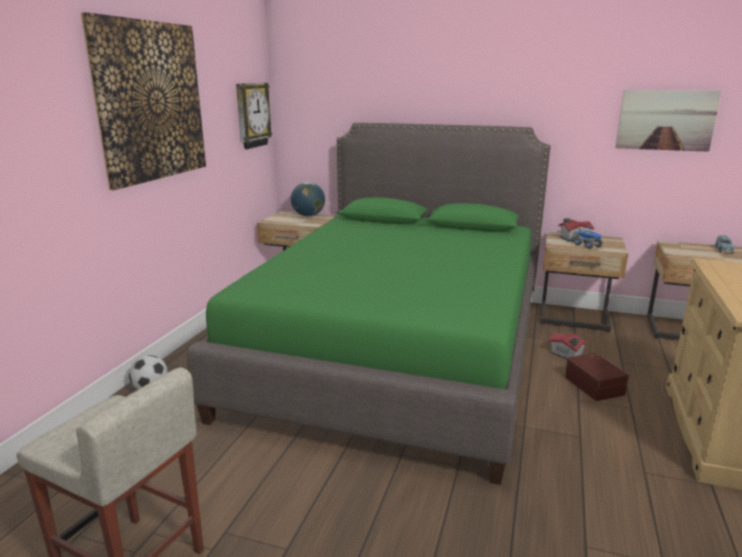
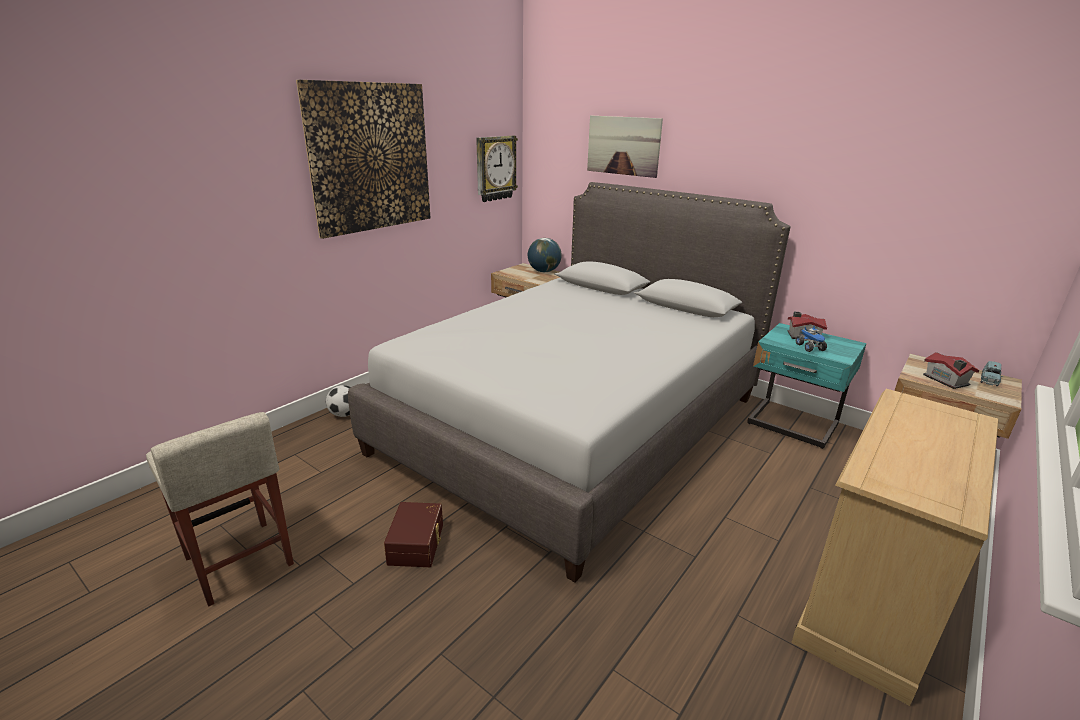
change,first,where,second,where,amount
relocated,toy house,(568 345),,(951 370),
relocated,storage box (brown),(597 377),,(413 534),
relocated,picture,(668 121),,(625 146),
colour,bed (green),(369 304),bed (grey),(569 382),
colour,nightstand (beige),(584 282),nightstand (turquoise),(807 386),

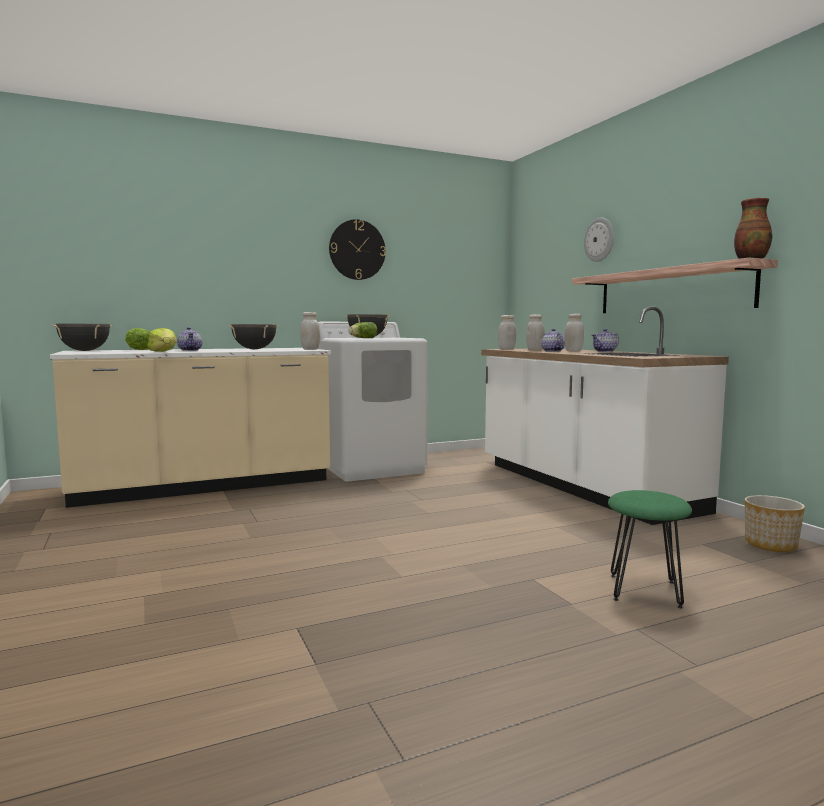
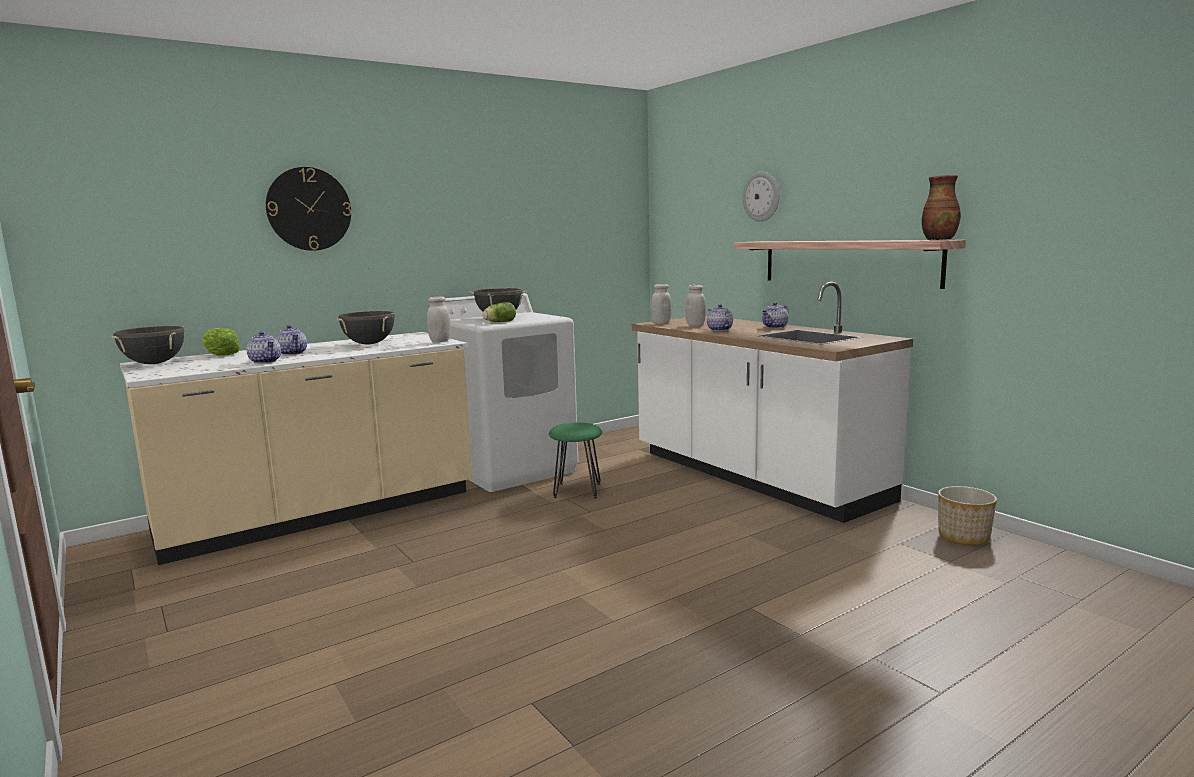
change,first,where,second,where,amount
missing,jar (white),(574 332),,,
relocated,wall clock,(357 249),,(308 209),
relocated,stool (green),(650 549),,(575 460),
exchanged,lettuce,(162 340),teapot,(263 347),

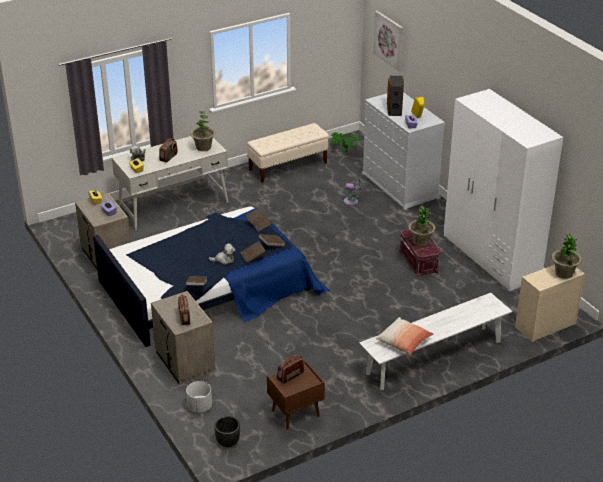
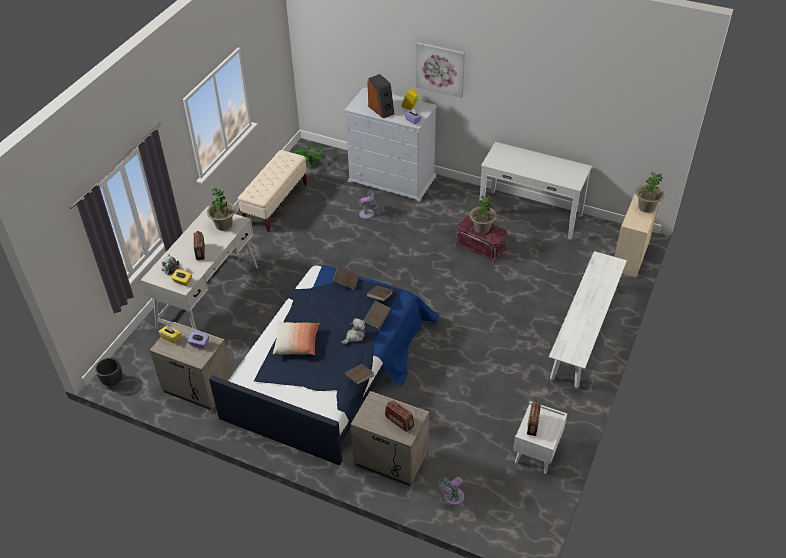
change,first,where,second,where,amount
relocated,planter (black),(227 431),,(108 372),
relocated,picture,(388 41),,(440 70),
relocated,pillow,(404 336),,(296 338),
exchanged,planter (white),(199 397),fan (grey),(451 491),
exchanged,wardrobe (white),(503 190),console table (white),(535 190),
colour,nightstand (brown),(296 395),nightstand (white),(540 437),

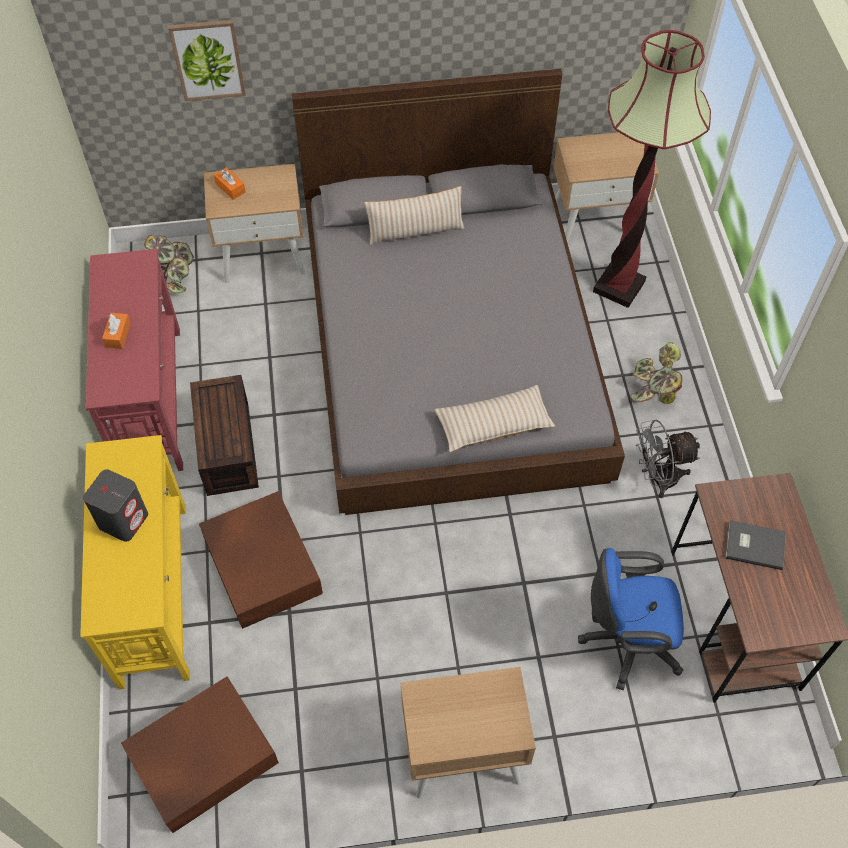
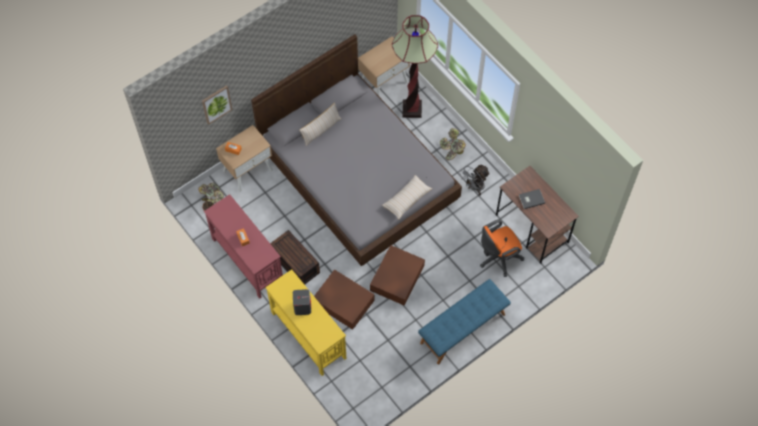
change,first,where,second,where,amount
relocated,storage box (brown),(200 754),,(397 275),
exchanged,nightstand (beige),(468 732),bench (blue),(464 321),
colour,office chair (blue),(631 619),office chair (orange),(502 248),

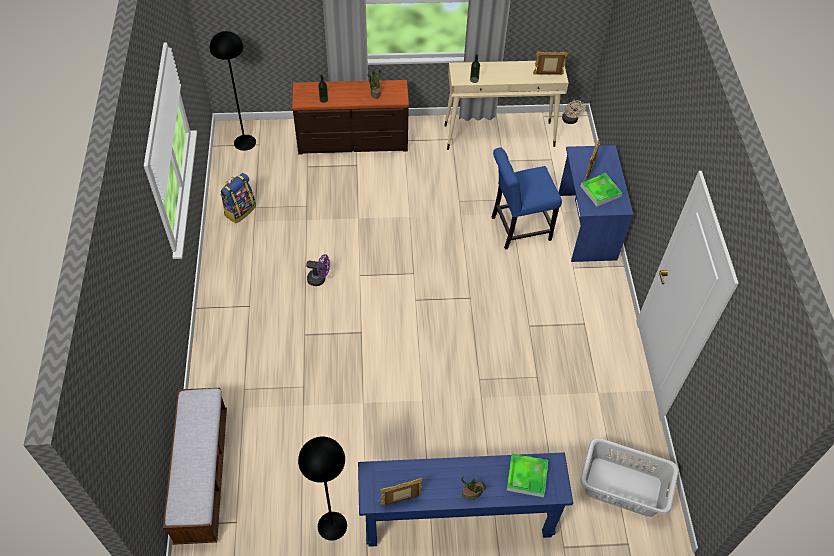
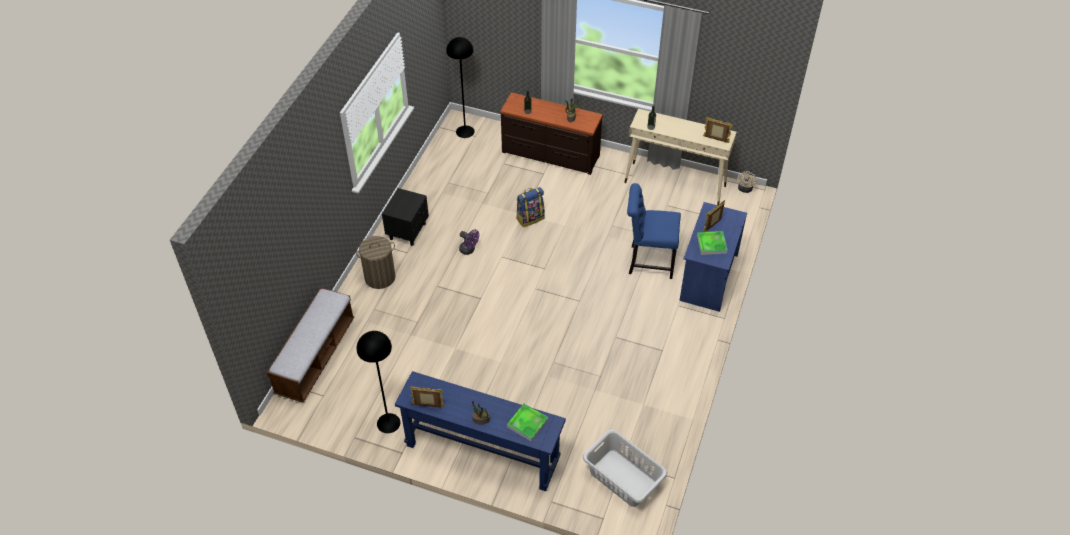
change,first,where,second,where,amount
appeared,,,laundry basket,(376 262),
appeared,,,nightstand (black),(405 217),
relocated,backpack,(238 198),,(530 207),

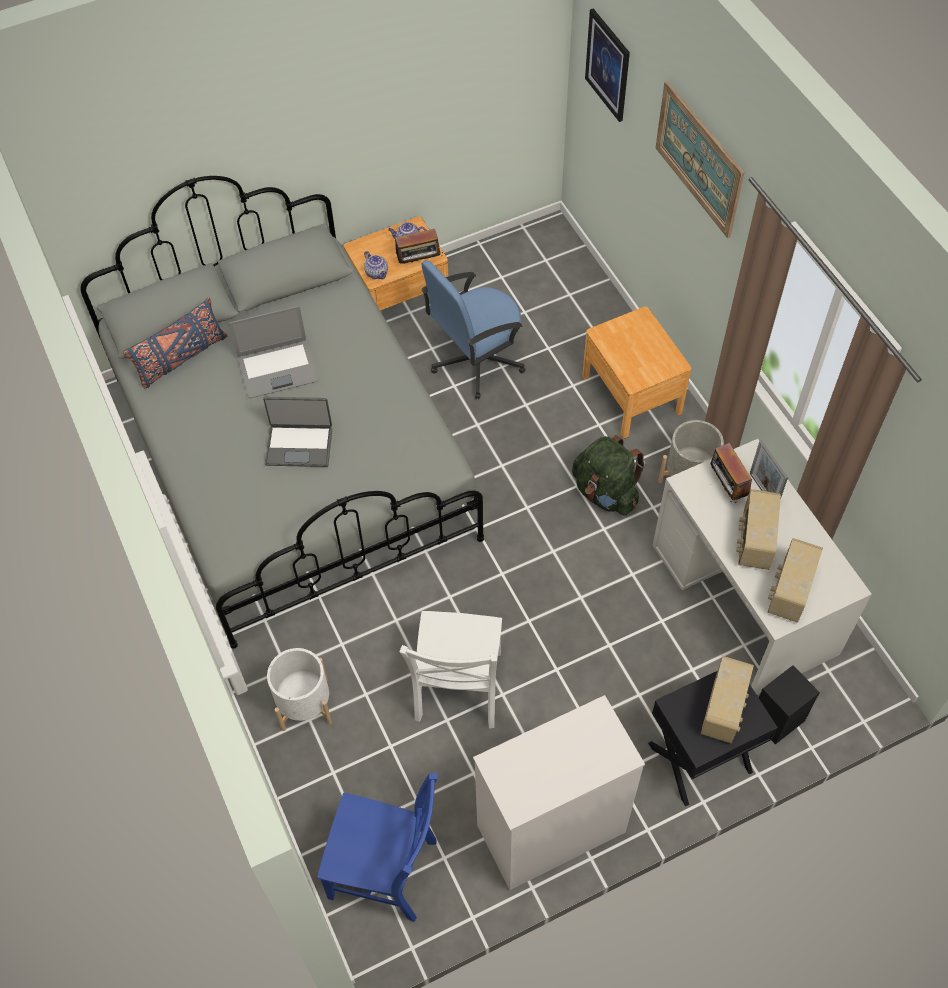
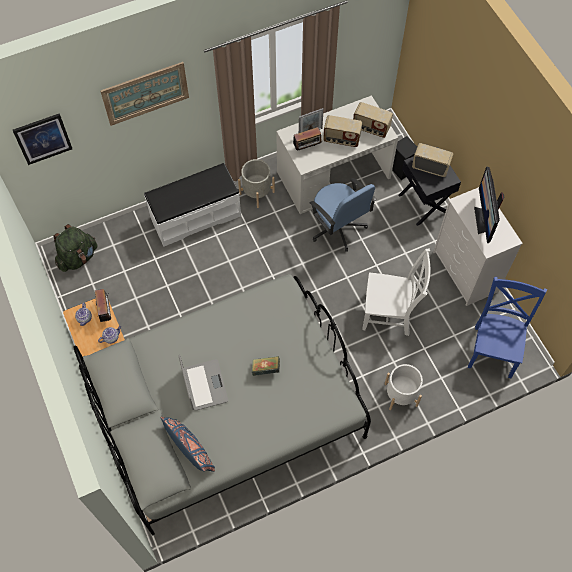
change,first,where,second,where,amount
appeared,,,monitor,(489 205),
relocated,office chair (blue),(473 329),,(343 215),
relocated,backpack (green),(608 475),,(75 248),
exchanged,laptop,(297 432),book,(266 366),
exchanged,nightstand (brown),(636 372),bench (white),(192 205),

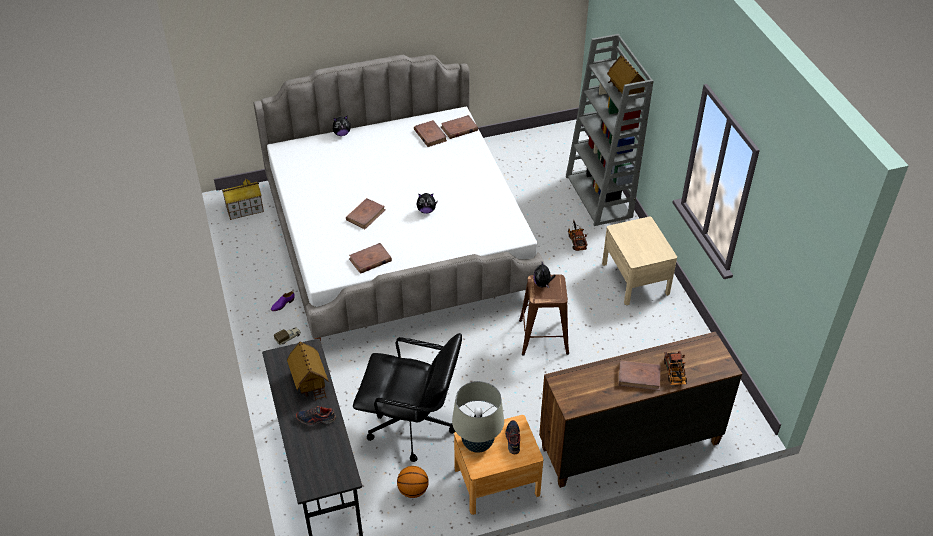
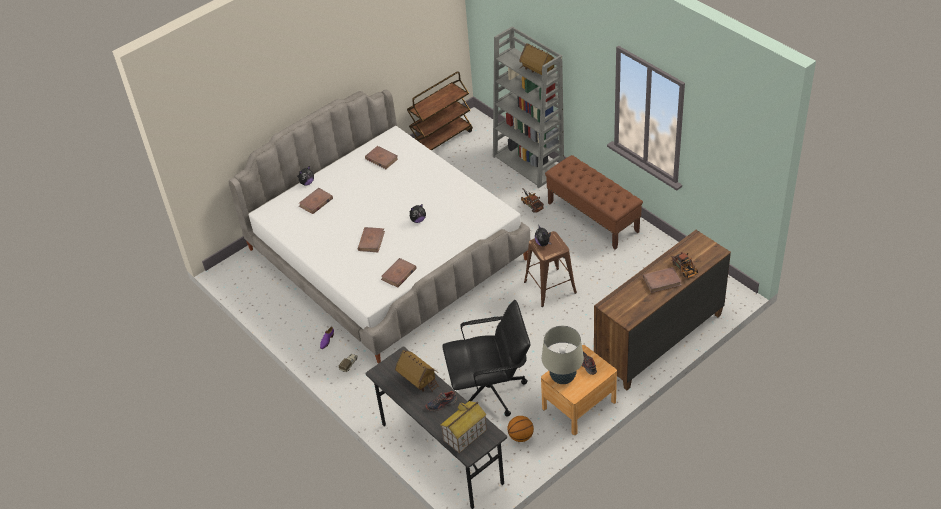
change,first,where,second,where,amount
appeared,,,cart (brown),(440 111),
relocated,toy house,(243 199),,(464 427),
relocated,book (brown),(459 127),,(316 201),
exchanged,nightstand (beige),(639 260),bench (brown),(594 202),

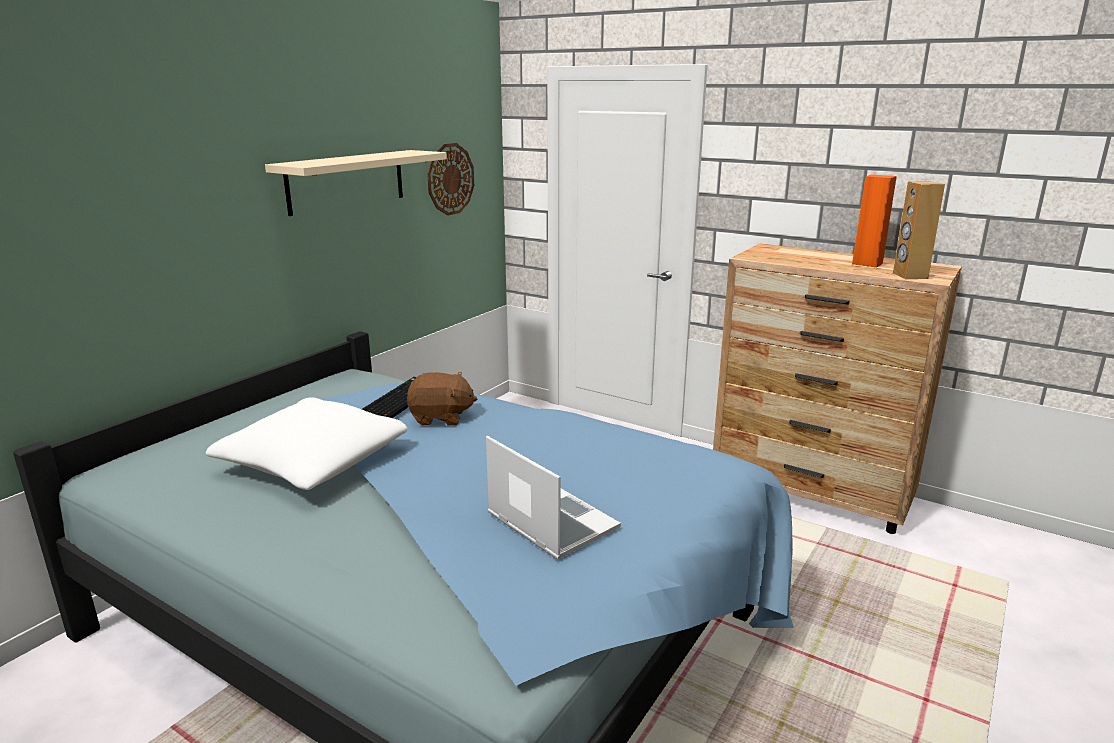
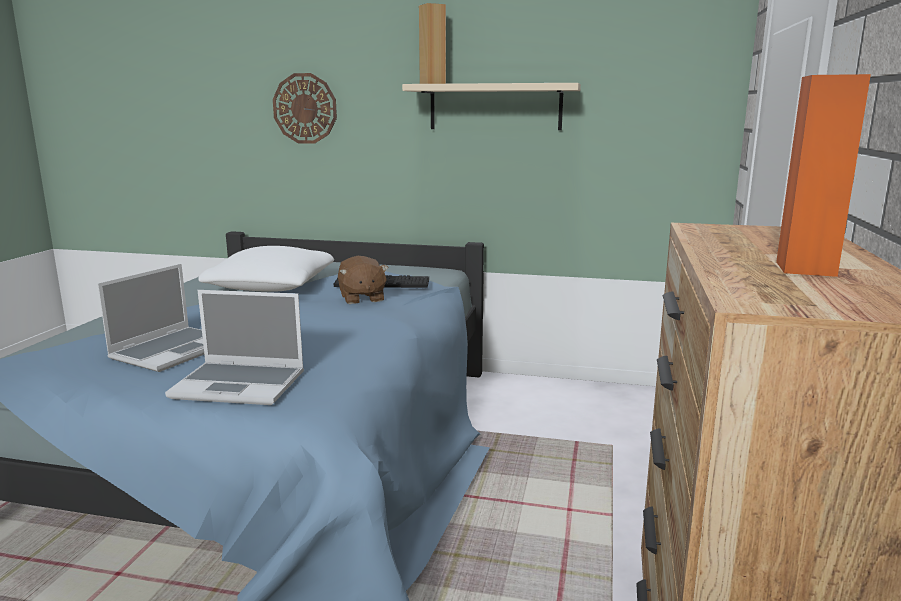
change,first,where,second,where,amount
appeared,,,laptop,(234 347),
relocated,wall clock,(450 179),,(305 108),
relocated,speaker (brown),(919 230),,(432 43),

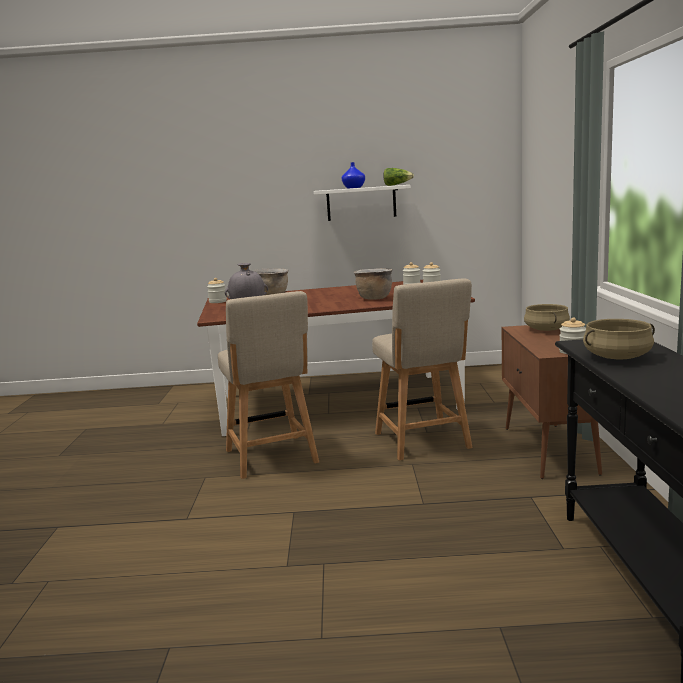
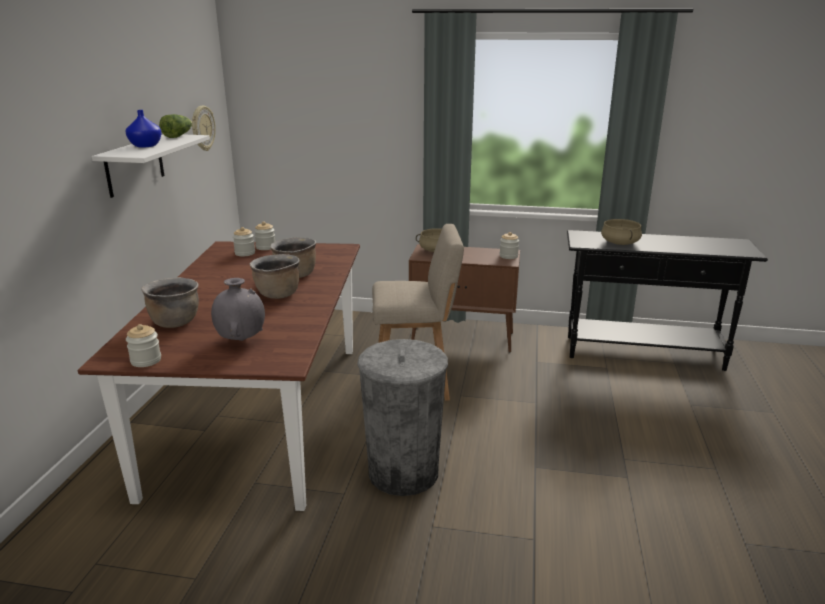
change,first,where,second,where,amount
appeared,,,wall clock,(204 128),
appeared,,,cooking pot (brown),(274 276),
exchanged,chair (beige),(268 385),trash can (grey),(402 417),

